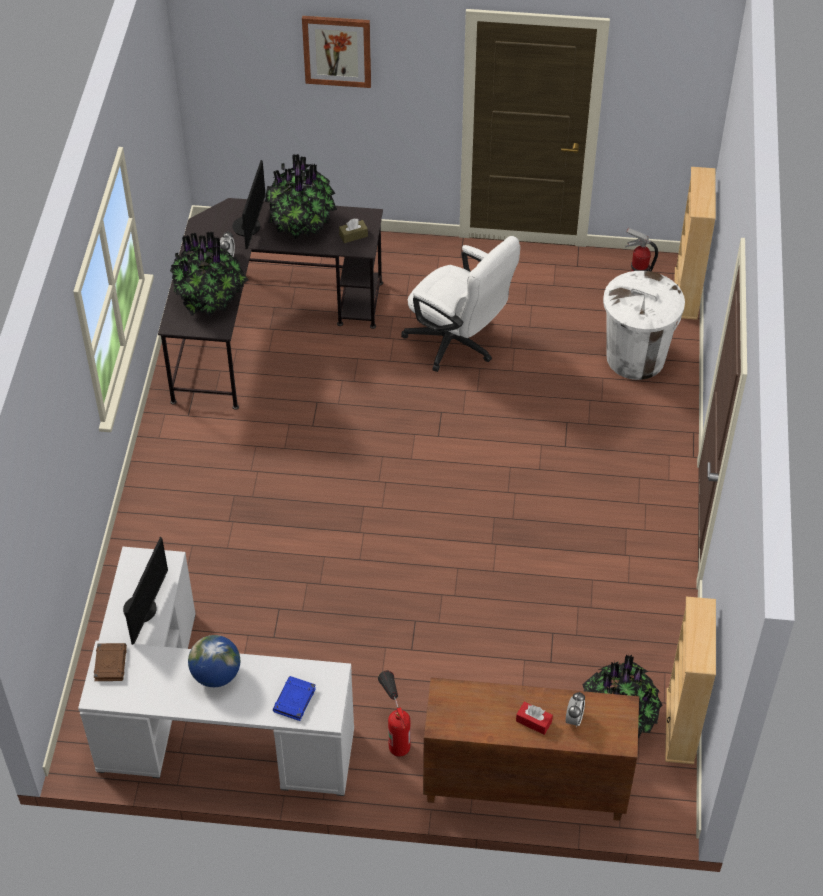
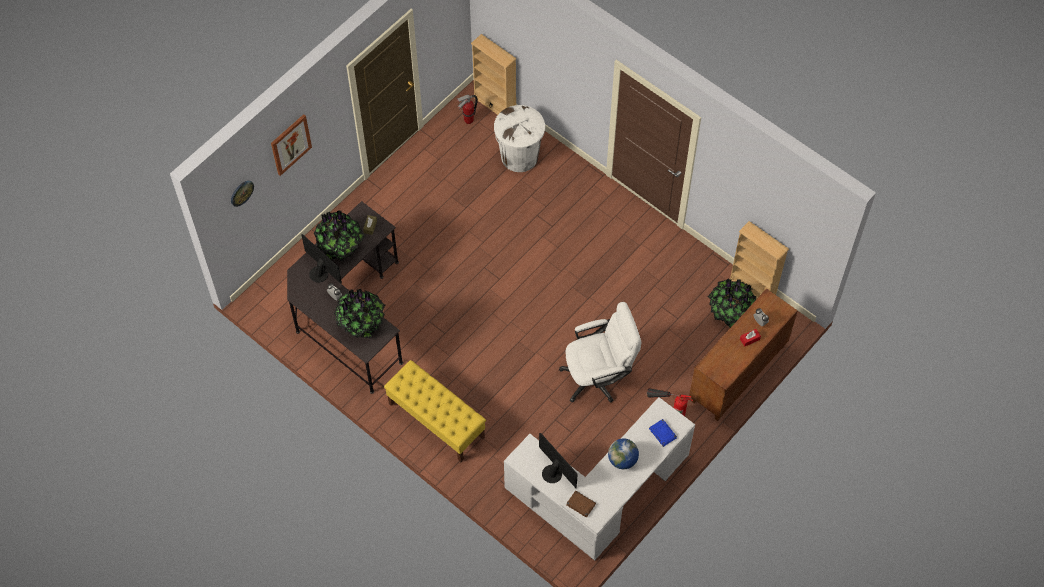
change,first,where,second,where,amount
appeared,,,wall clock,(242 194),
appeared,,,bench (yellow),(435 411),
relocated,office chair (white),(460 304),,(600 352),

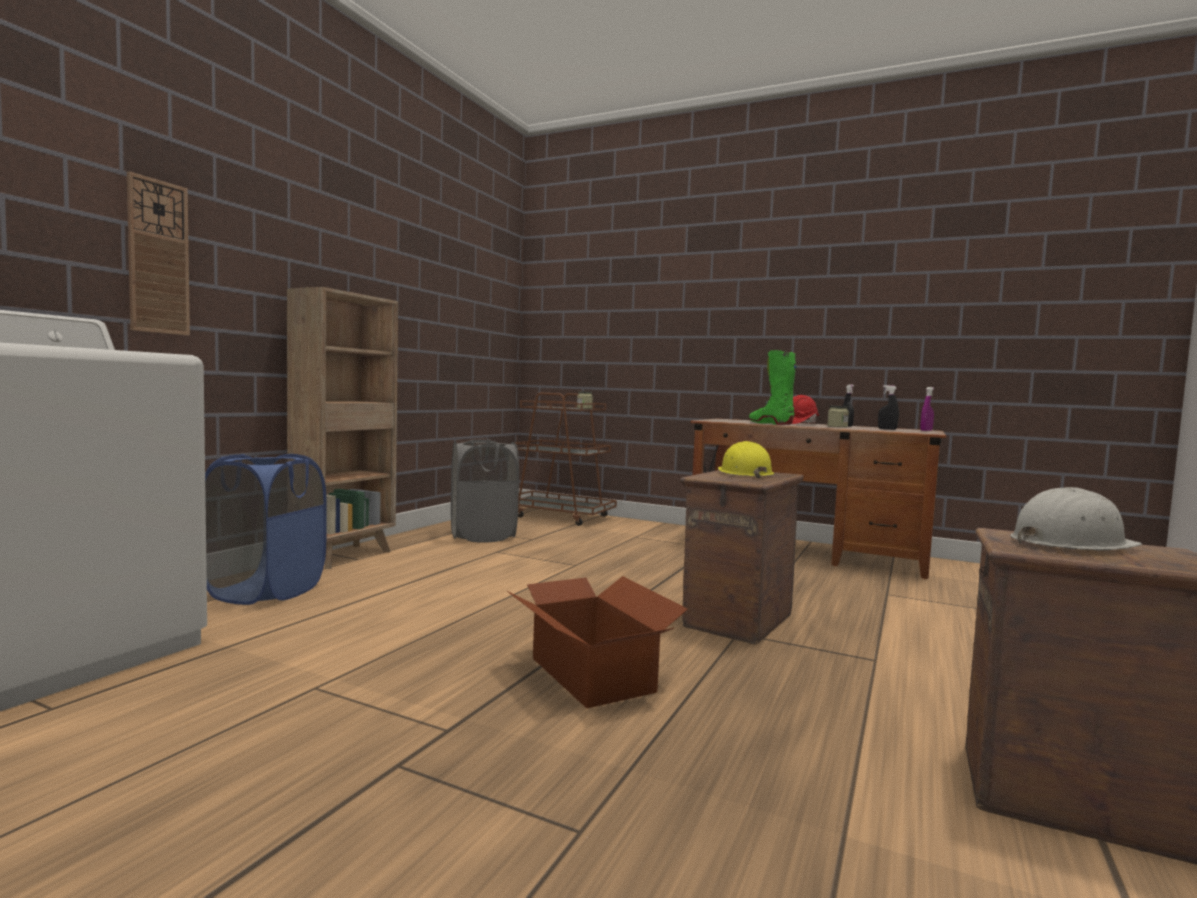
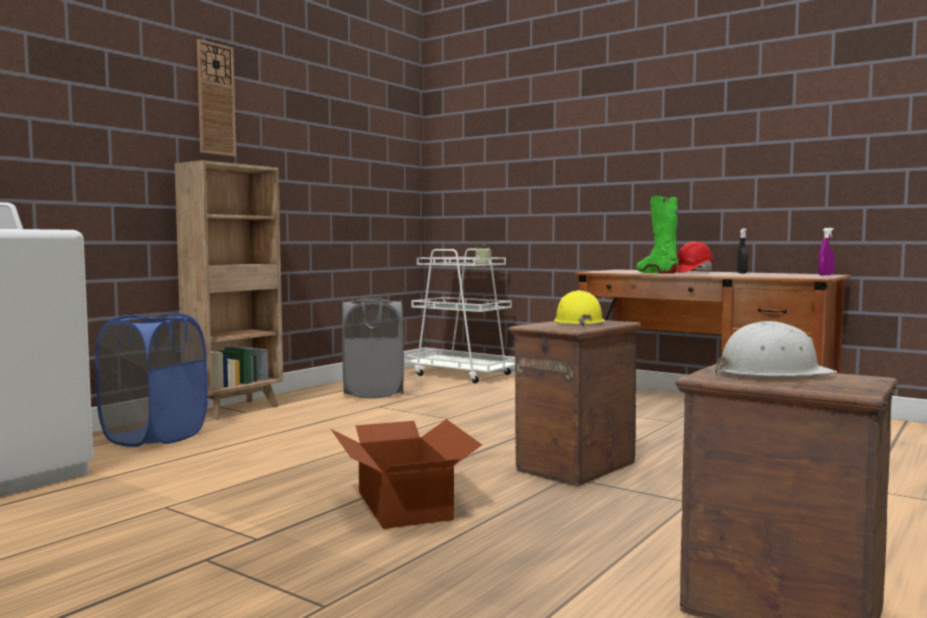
change,first,where,second,where,amount
missing,jar,(838 416),,,
missing,spray bottle (black),(888 407),,,
relocated,wall clock,(158 254),,(216 97),
colour,cart (brown),(566 459),cart (white),(460 315),

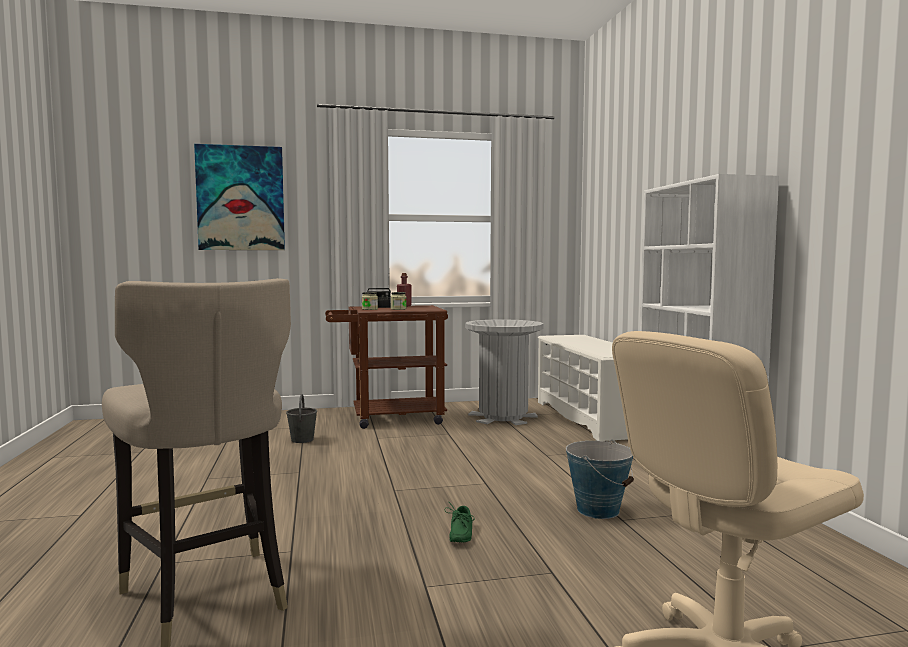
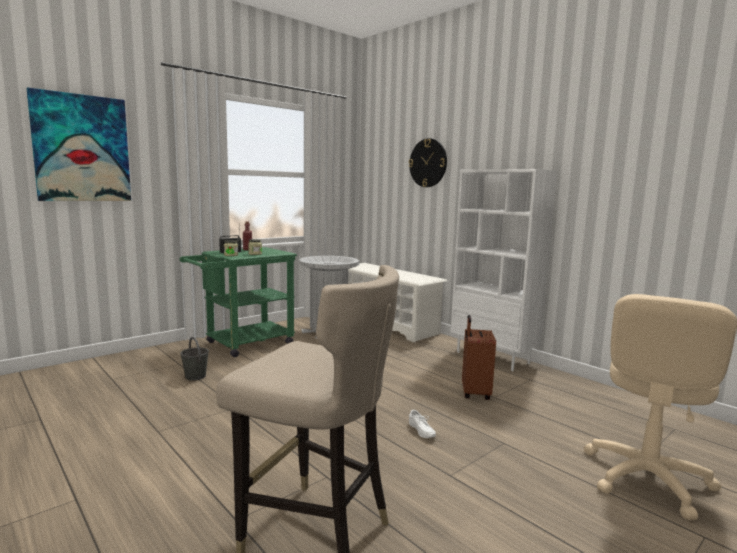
change,first,where,second,where,amount
appeared,,,wall clock,(428 162),
exchanged,bucket,(600 479),suitcase (brown),(479 357),
colour,cart (brown),(386 367),cart (green),(238 302),
colour,shoe (green),(459 522),shoe (white),(422 424),

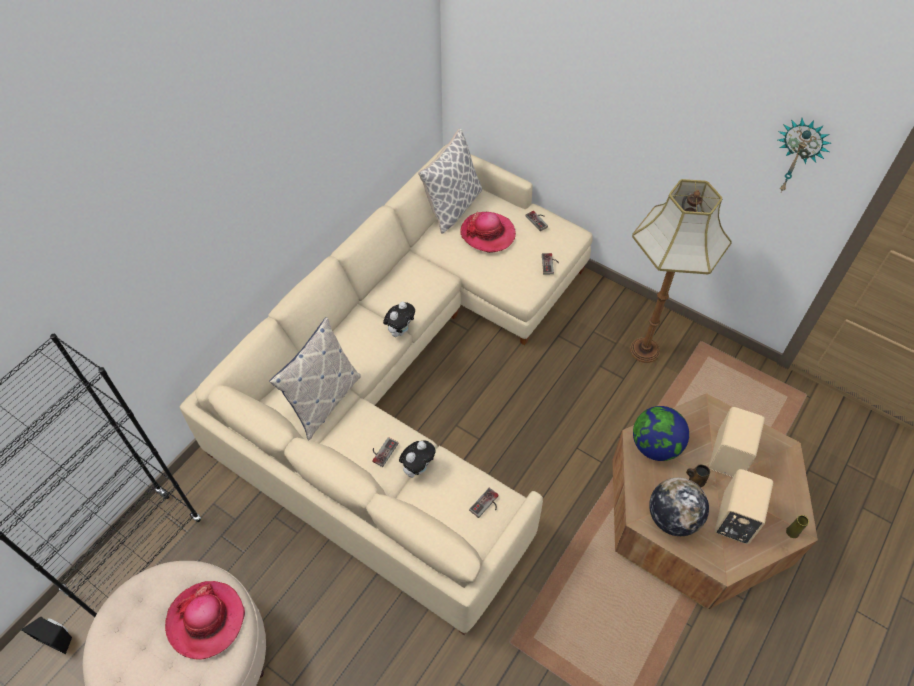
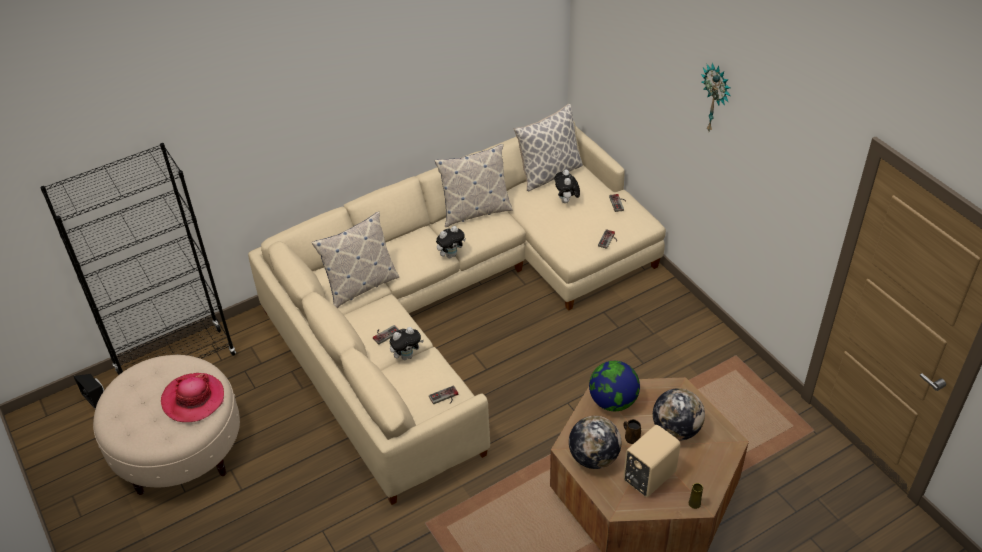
change,first,where,second,where,amount
missing,floor lamp,(681 271),,,
appeared,,,pillow,(473 185),
relocated,wall clock,(804 155),,(716 97),
exchanged,hat,(488 232),plush toy,(567 186),
exchanged,speaker (beige),(737 442),globe,(679 414),

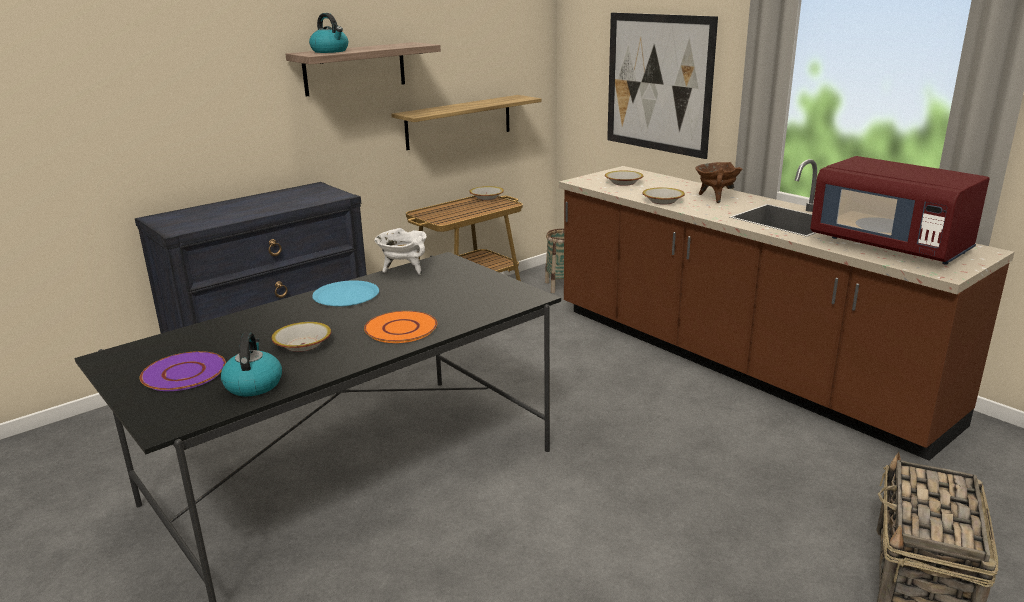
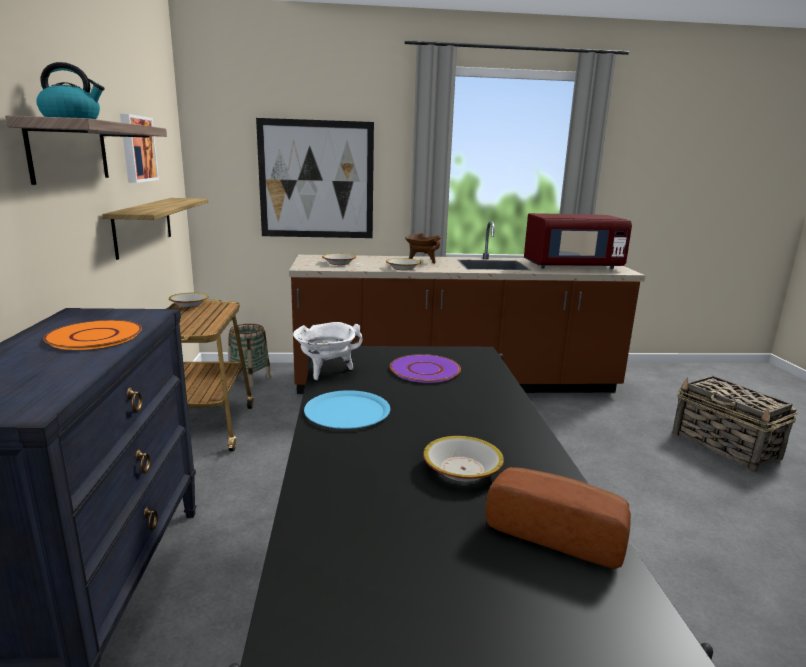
change,first,where,second,where,amount
appeared,,,picture,(139 148),
relocated,plate (purple),(183 371),,(425 368),
relocated,plate (orange),(400 327),,(92 335),
exchanged,kettle,(251 364),bread,(558 518),

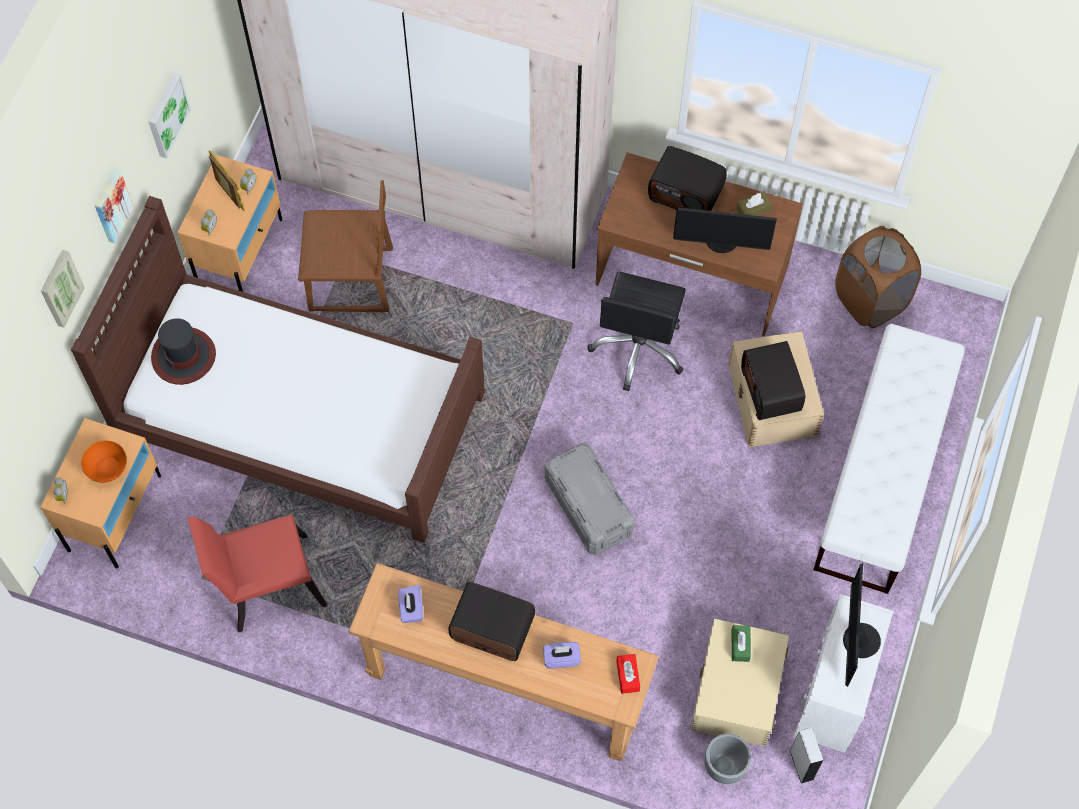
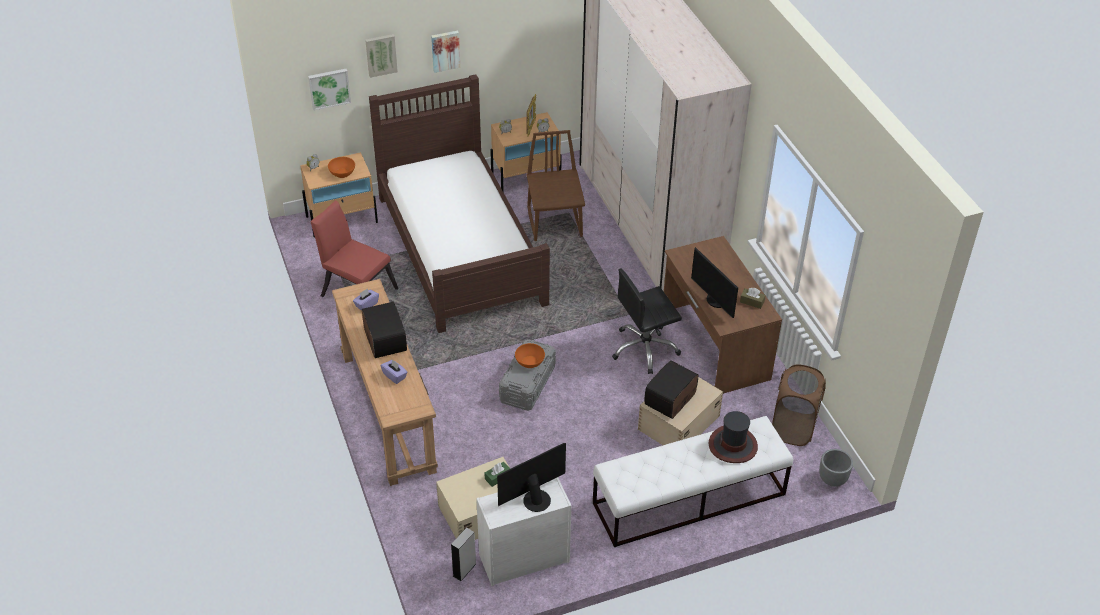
change,first,where,second,where,amount
missing,tissue box (red),(628 674),,,
missing,radio,(687 178),,,
appeared,,,bowl (orange),(530 355),
relocated,picture,(170 115),,(329 89),
relocated,hat,(183 351),,(733 437),
relocated,planter (grey),(728 759),,(836 468),
spun,chair (brown),(345 246),,(555 185),150 degrees counterclockwise

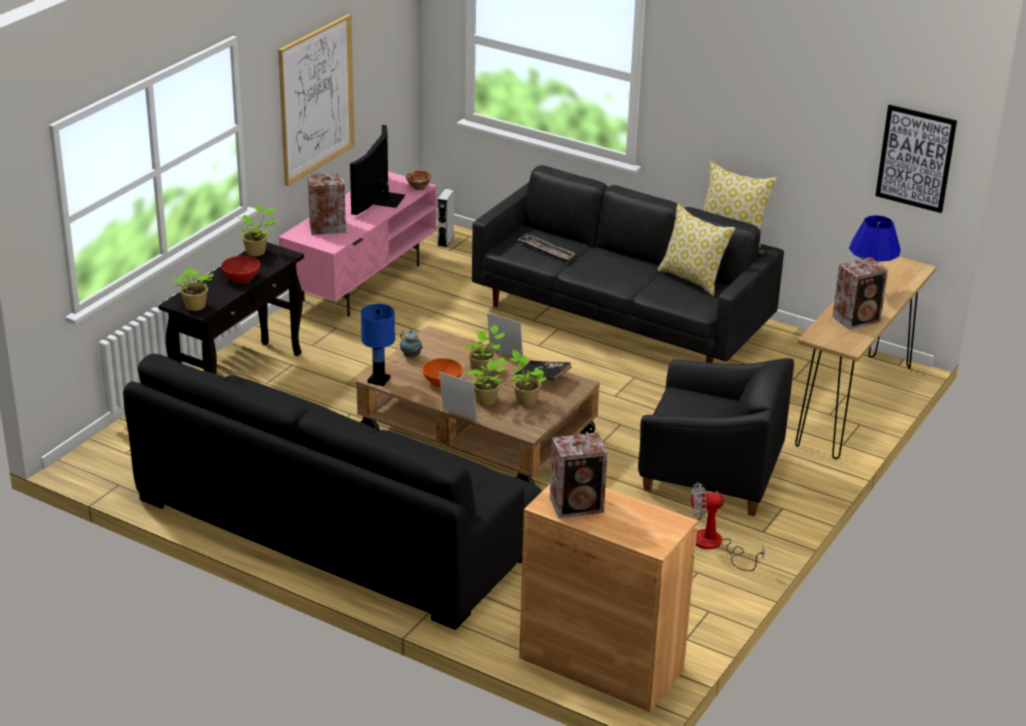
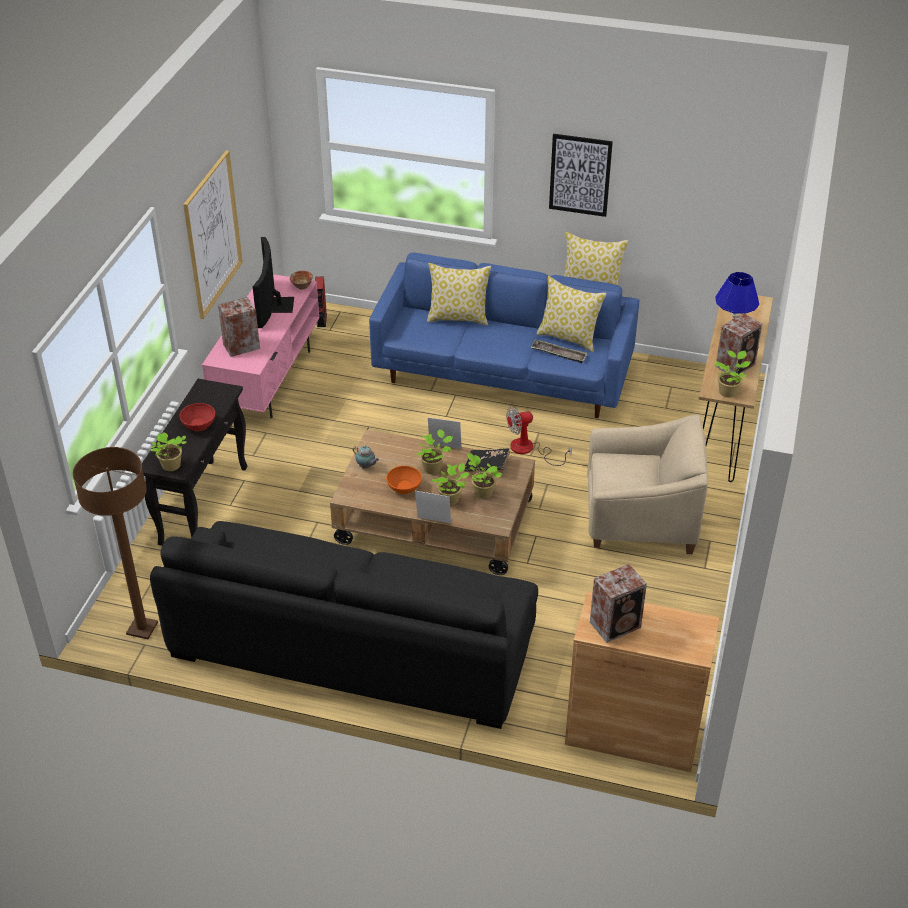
change,first,where,second,where,amount
missing,table lamp (blue),(378 345),,,
appeared,,,floor lamp (brown),(115 543),
appeared,,,pillow,(459 294),
relocated,potted plant,(257 230),,(732 374),
relocated,tray,(547 248),,(559 351),
relocated,fan,(728 526),,(539 436),
relocated,picture,(916 159),,(581 175),
colour,speaker (grey),(446 218),speaker (red),(321 302),
colour,sofa (black),(628 264),sofa (blue),(504 335),
colour,armchair (black),(716 437),armchair (beige),(647 484),

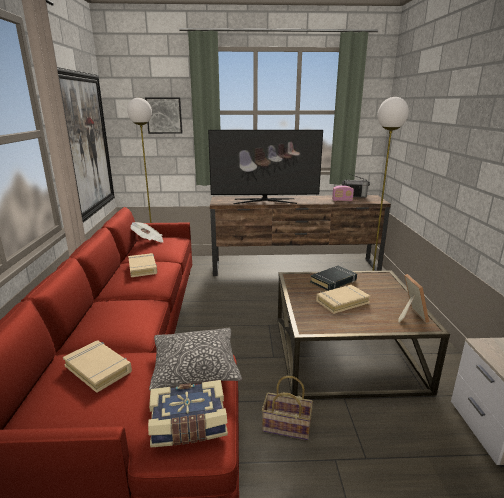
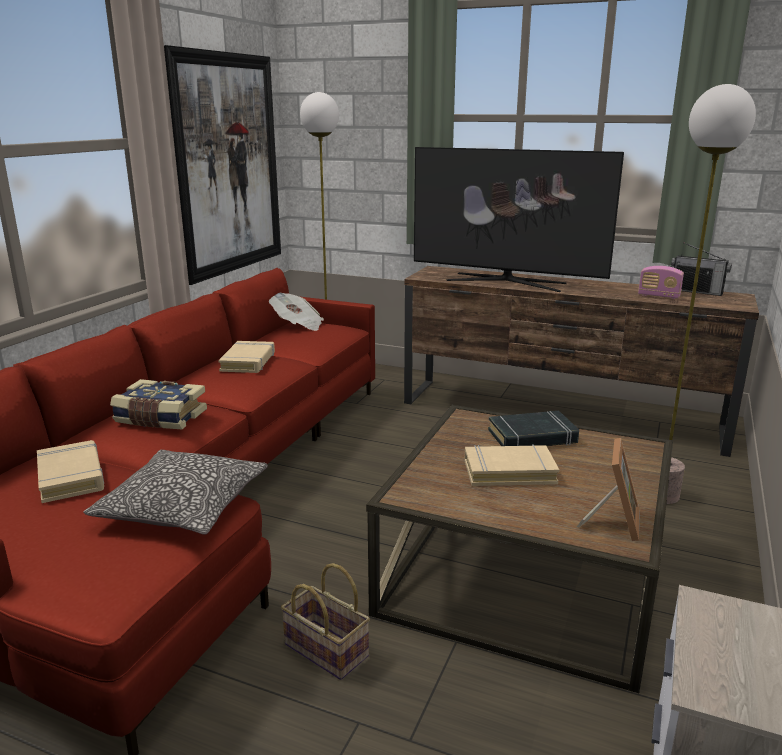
change,first,where,second,where,amount
missing,picture,(164 116),,,
relocated,book,(188 413),,(158 404),

